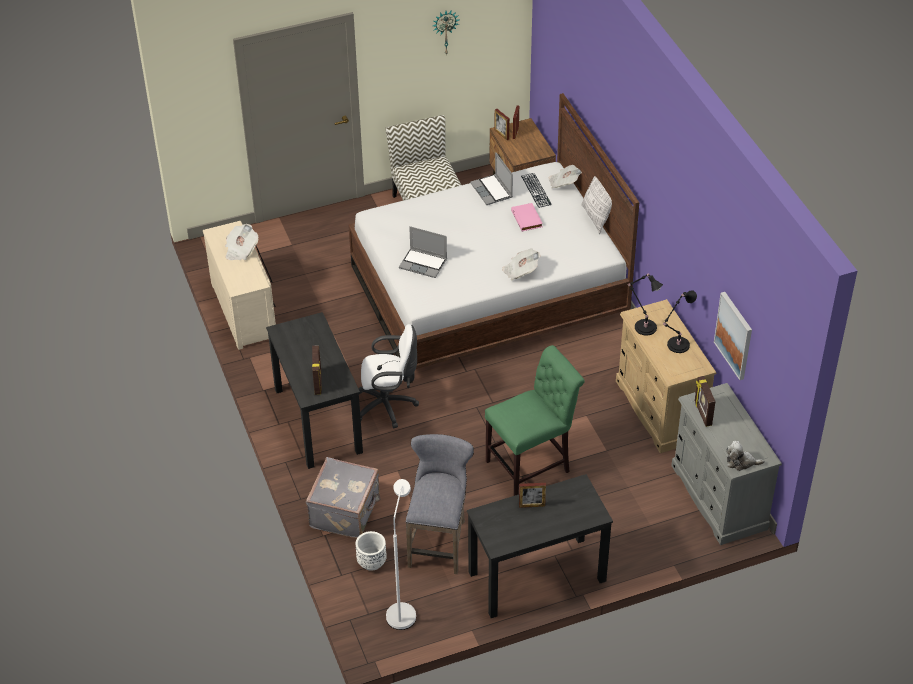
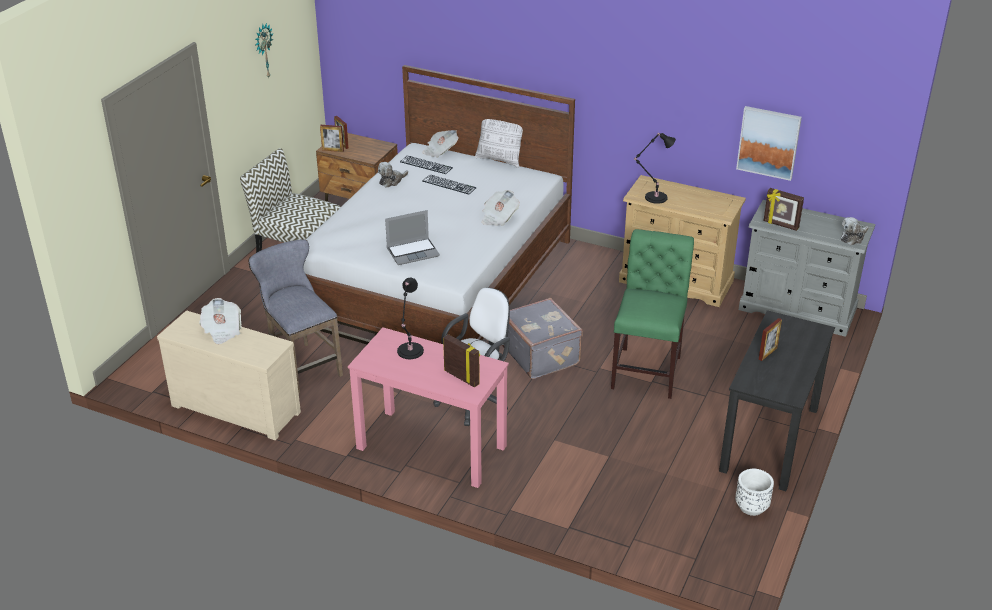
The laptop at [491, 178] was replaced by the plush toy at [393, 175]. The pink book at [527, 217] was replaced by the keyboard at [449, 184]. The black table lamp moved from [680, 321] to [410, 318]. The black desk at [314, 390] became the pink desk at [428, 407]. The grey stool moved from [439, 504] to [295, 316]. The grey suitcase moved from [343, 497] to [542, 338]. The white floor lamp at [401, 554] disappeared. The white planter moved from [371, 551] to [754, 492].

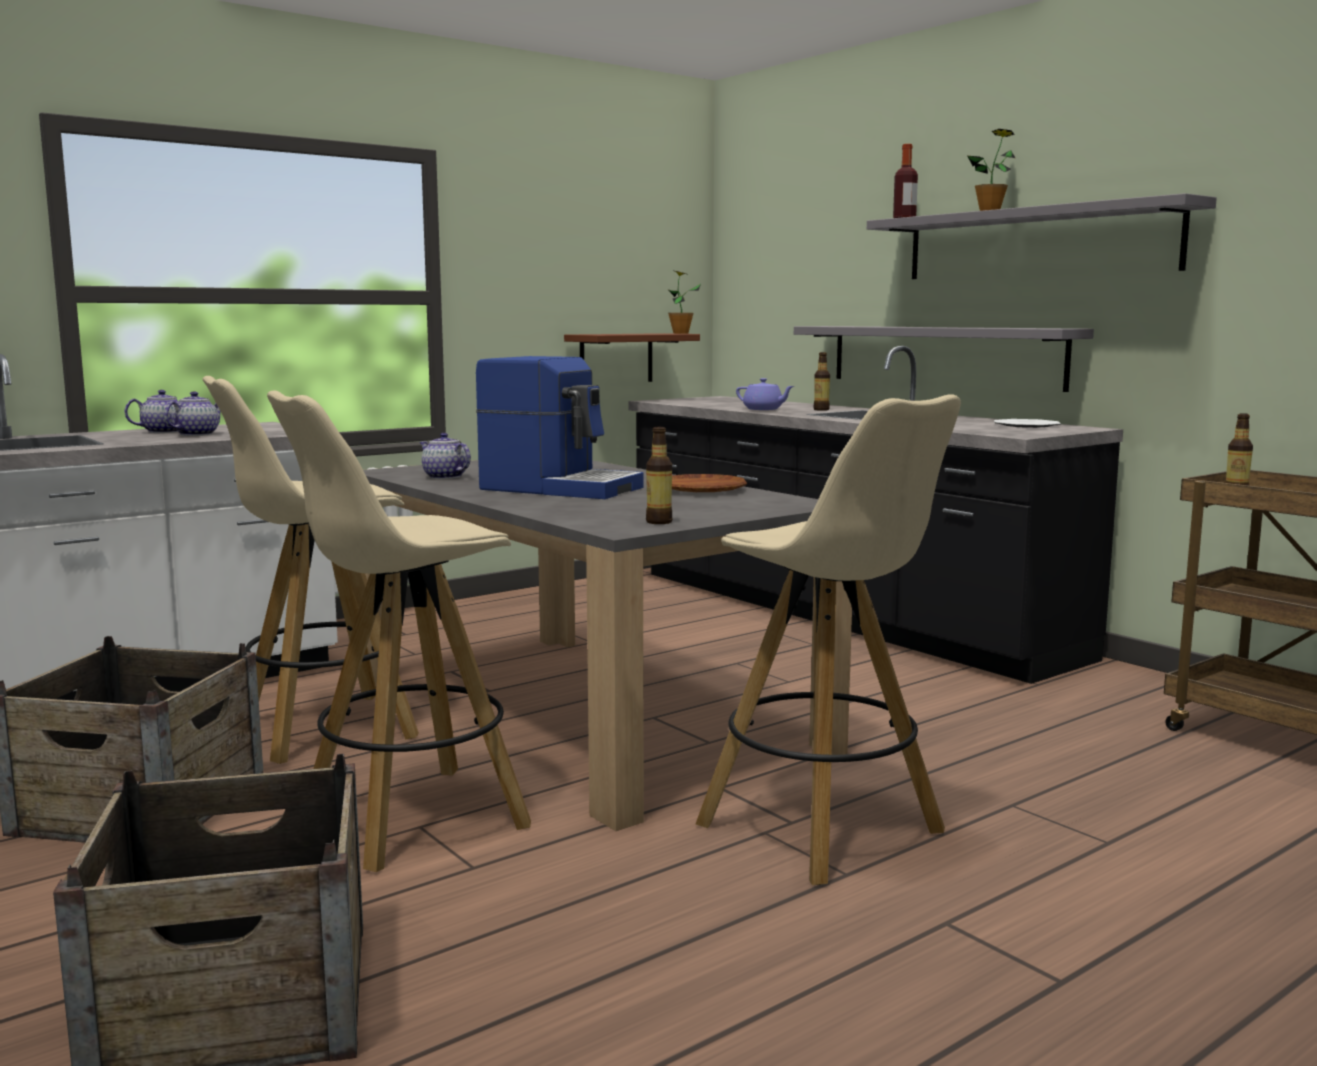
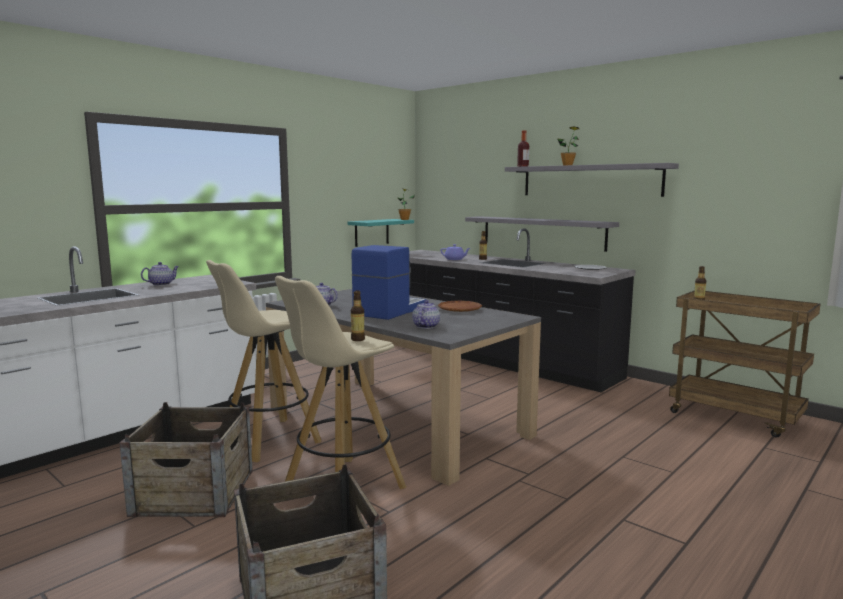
The brown shelf at [632, 357] became the turquoise shelf at [381, 233]. The coffee machine at [559, 427] turned 75 degrees counterclockwise. The teapot moved from [192, 413] to [426, 314]. The beige stool at [828, 639] disappeared. The bottle moved from [659, 475] to [358, 316].

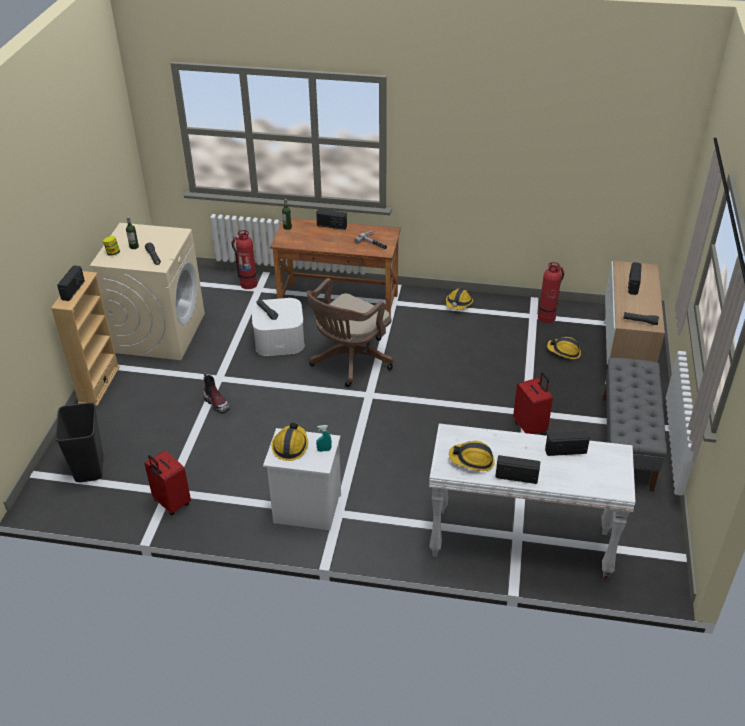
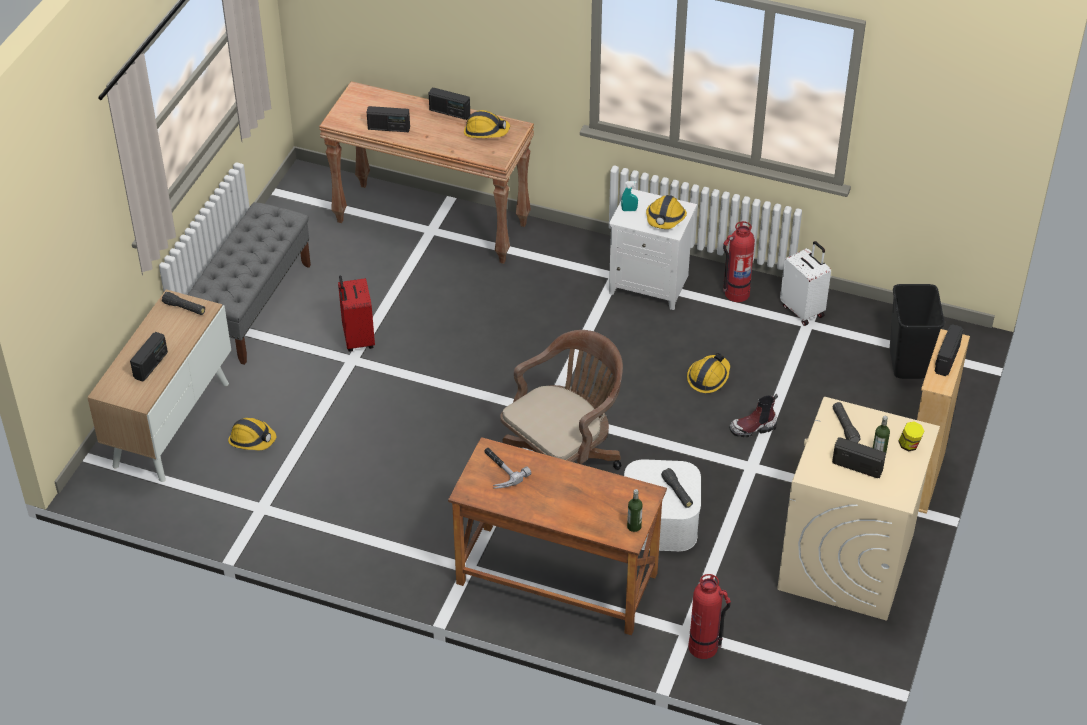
The radio moved from [331, 219] to [859, 457]. The fire extinguisher moved from [551, 292] to [739, 261]. The hard hat moved from [459, 299] to [708, 373]. The boot at [216, 393] turned 75 degrees counterclockwise. The white console table at [532, 501] became the brown console table at [426, 172]. The red suitcase at [167, 482] became the white suitcase at [805, 283].

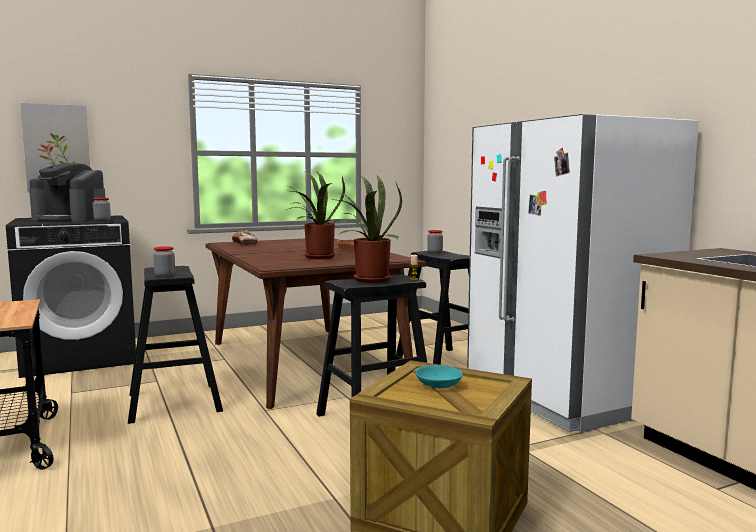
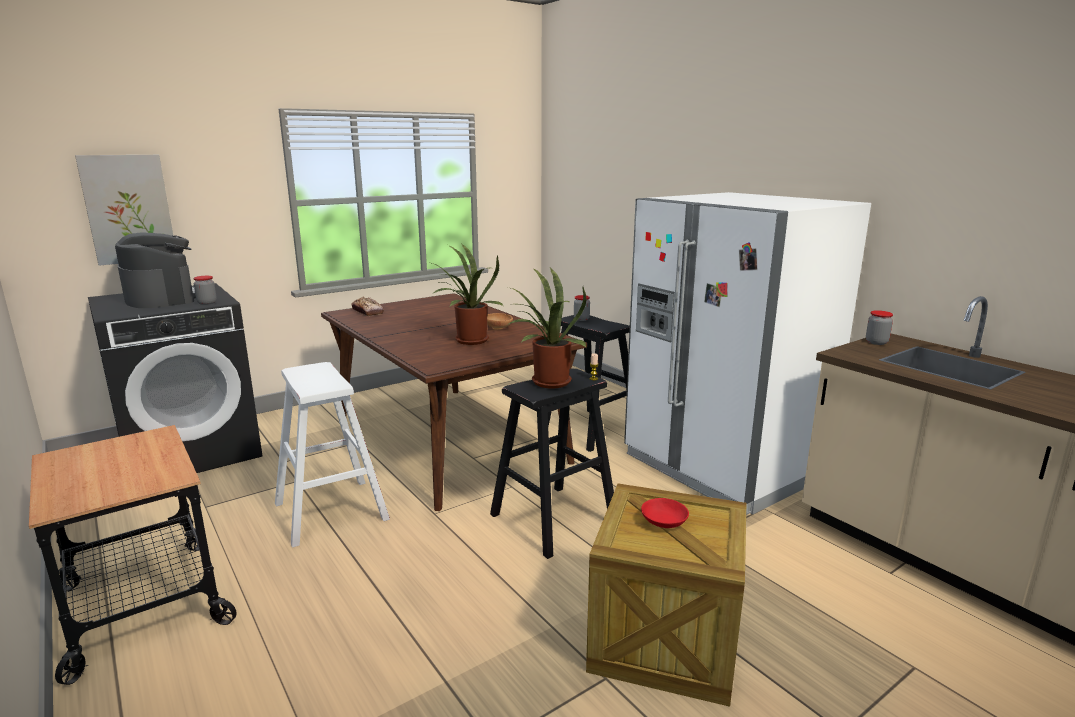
The coffee machine at [67, 192] turned 135 degrees counterclockwise. The jar moved from [164, 261] to [879, 327]. The black stool at [175, 345] became the white stool at [332, 455]. The turquoise bowl at [439, 376] became the red bowl at [665, 513].

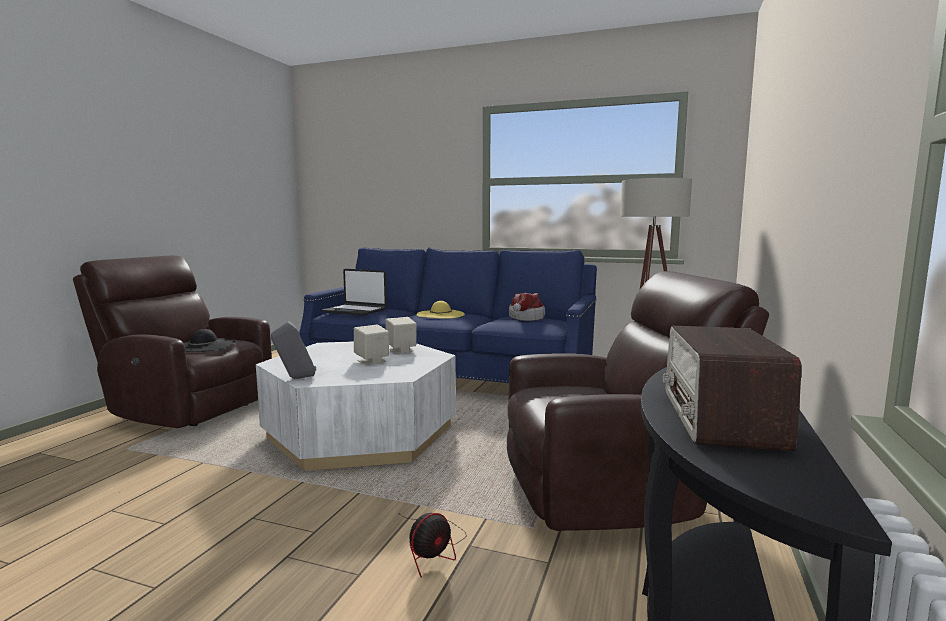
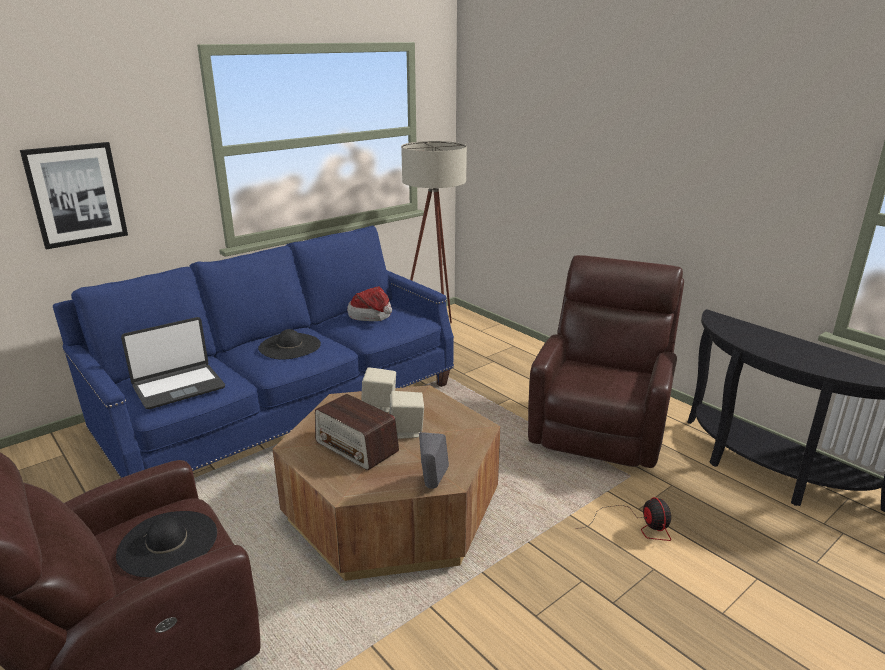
The yellow hat at [441, 310] became the black hat at [289, 344]. The radio moved from [732, 388] to [357, 432]. The white coffee table at [356, 406] became the brown coffee table at [386, 483]. The picture at [74, 195] appeared.

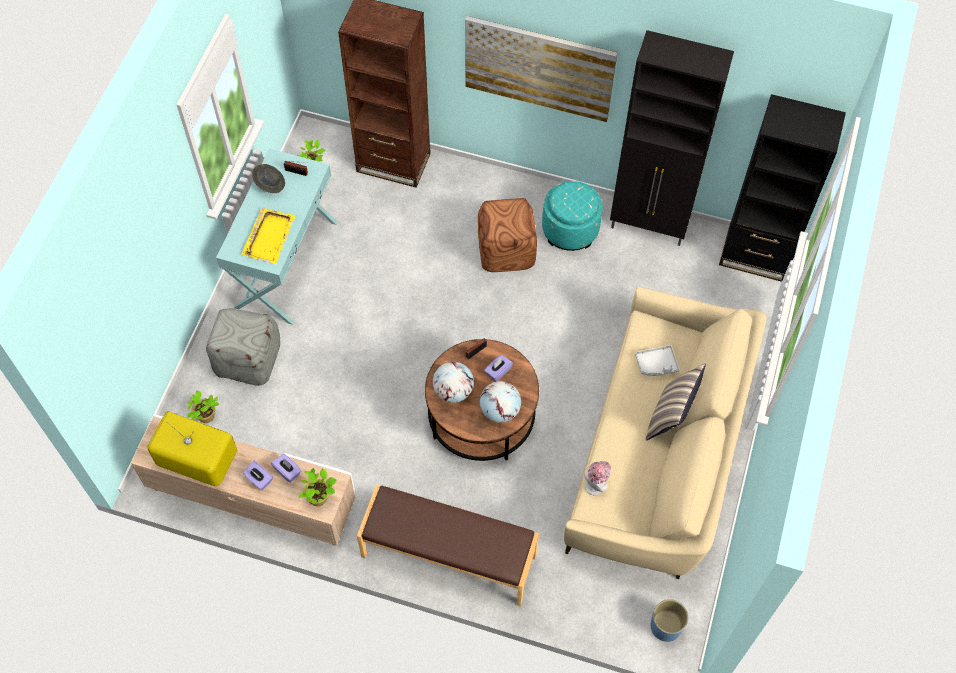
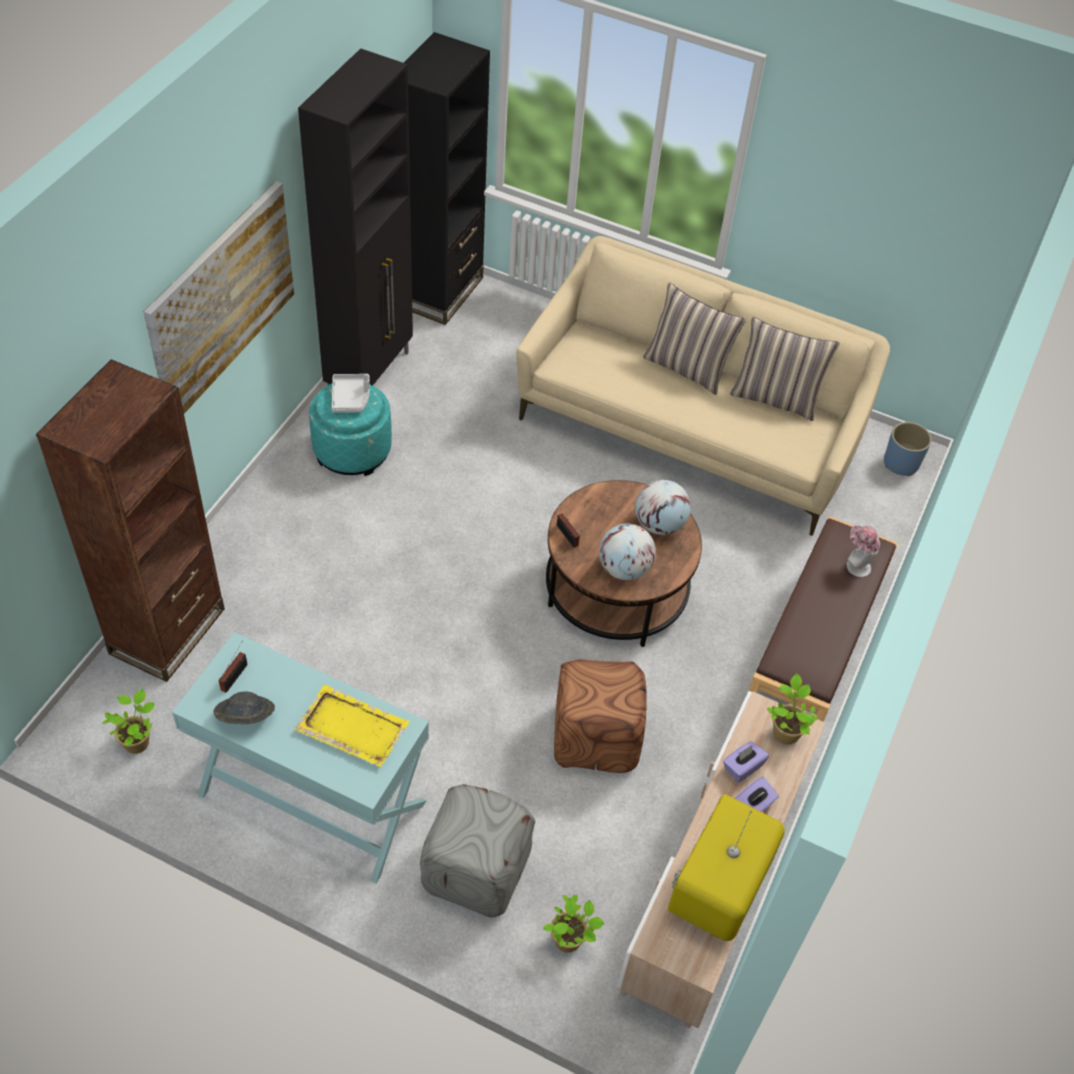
The brown ottoman moved from [507, 235] to [600, 716]. The grey tray moved from [657, 360] to [351, 393]. The purple tissue box at [498, 368] disappeared. The hat moved from [597, 478] to [863, 551]. The pillow at [785, 369] appeared.

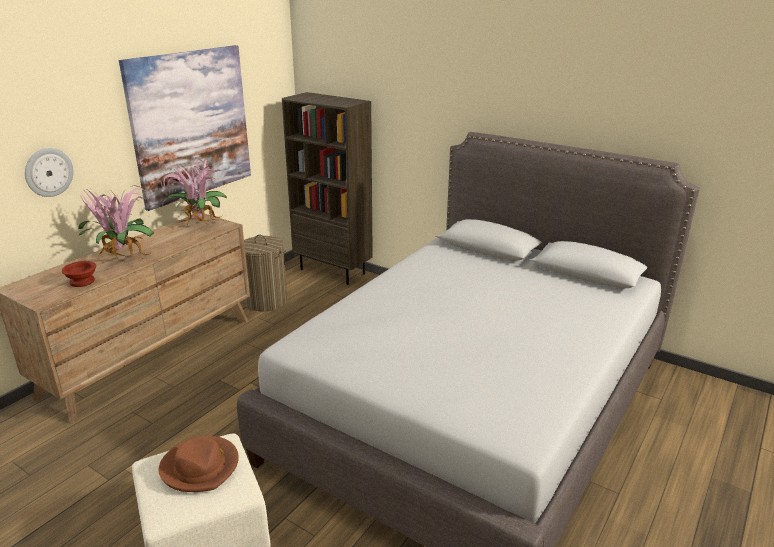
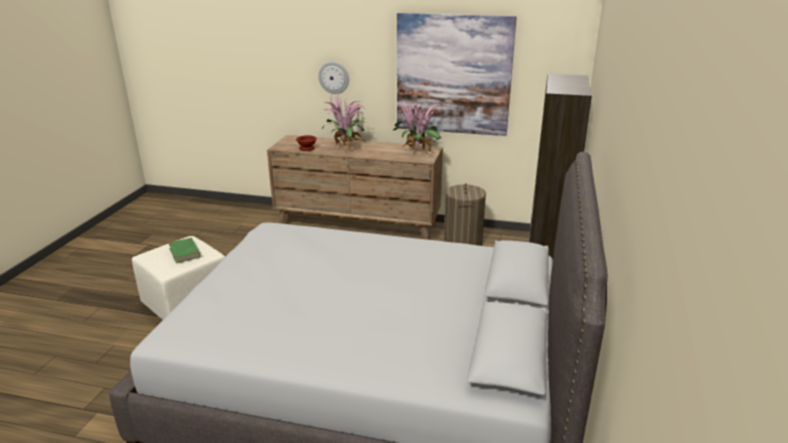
The brown hat at [199, 464] was replaced by the green book at [184, 250].

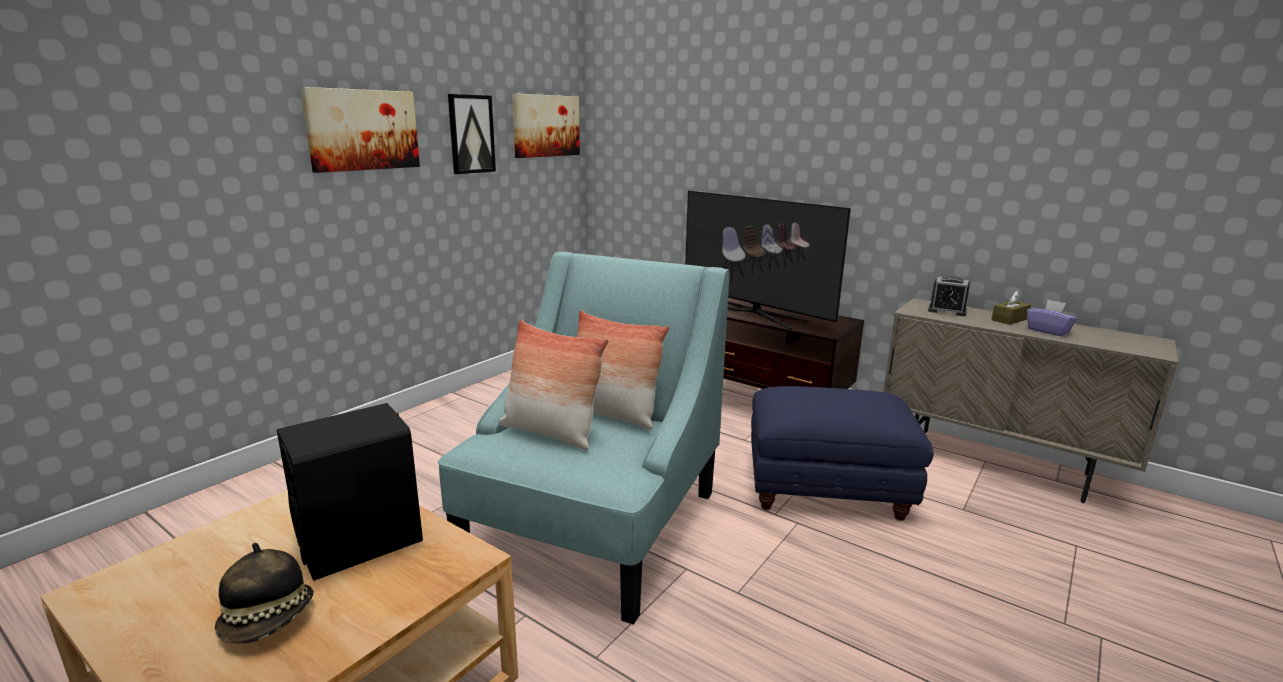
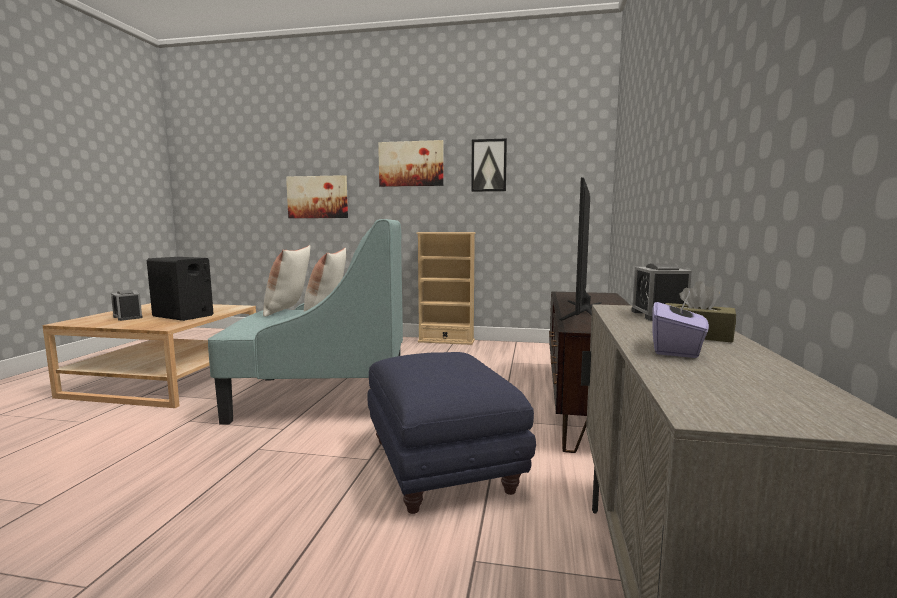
The picture moved from [546, 125] to [317, 196]. The hat at [264, 593] was replaced by the alarm clock at [127, 305]. The beige bookcase at [446, 288] appeared.

